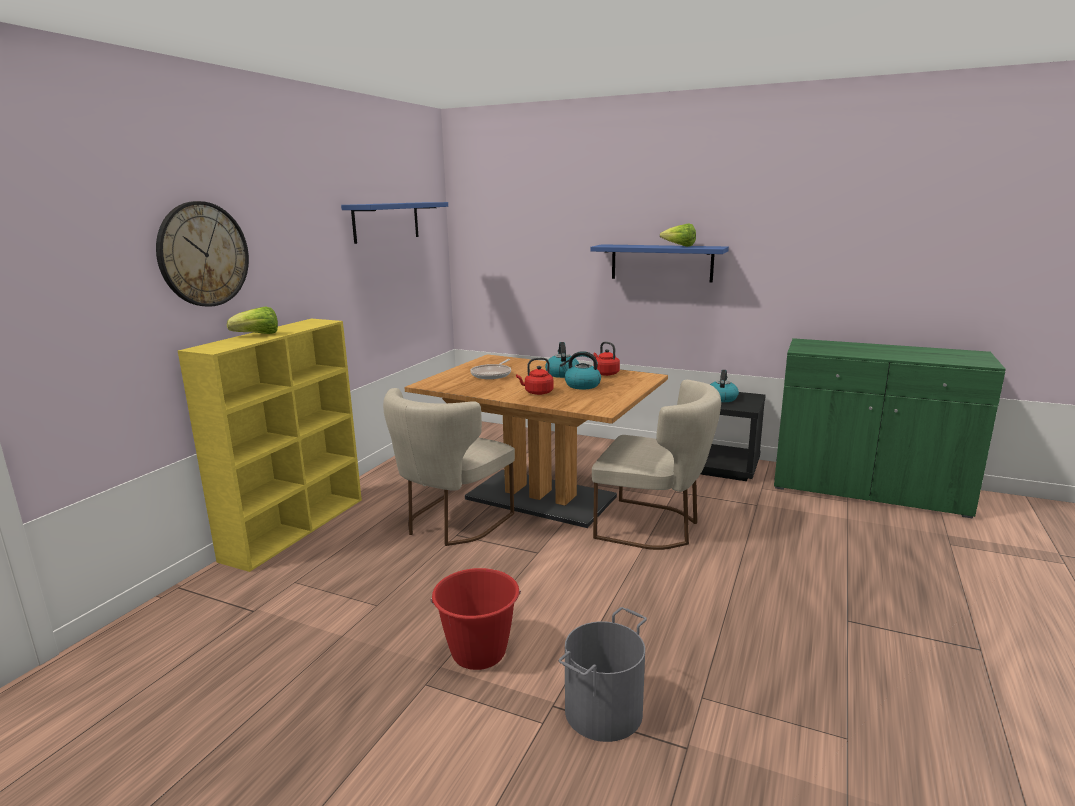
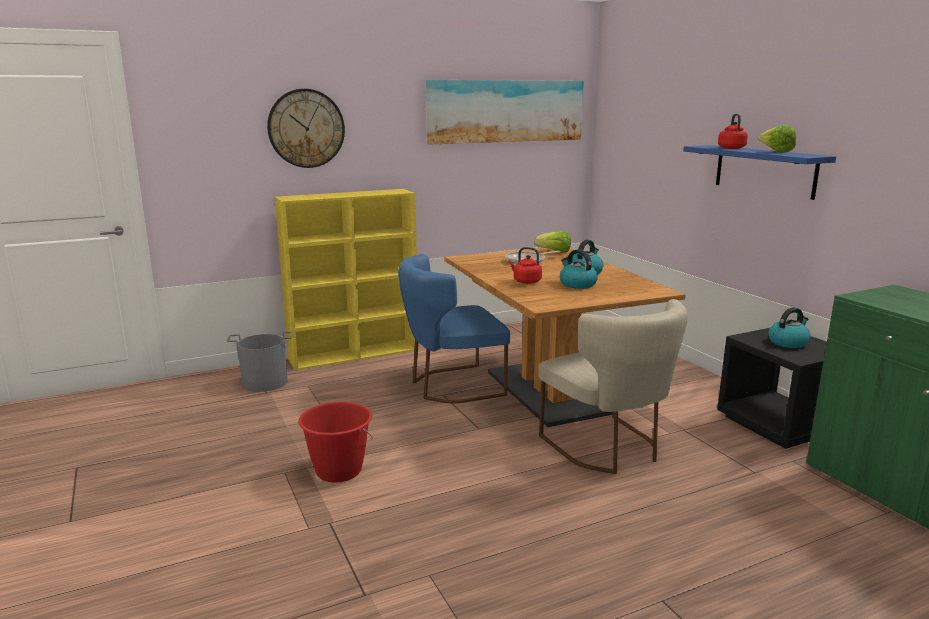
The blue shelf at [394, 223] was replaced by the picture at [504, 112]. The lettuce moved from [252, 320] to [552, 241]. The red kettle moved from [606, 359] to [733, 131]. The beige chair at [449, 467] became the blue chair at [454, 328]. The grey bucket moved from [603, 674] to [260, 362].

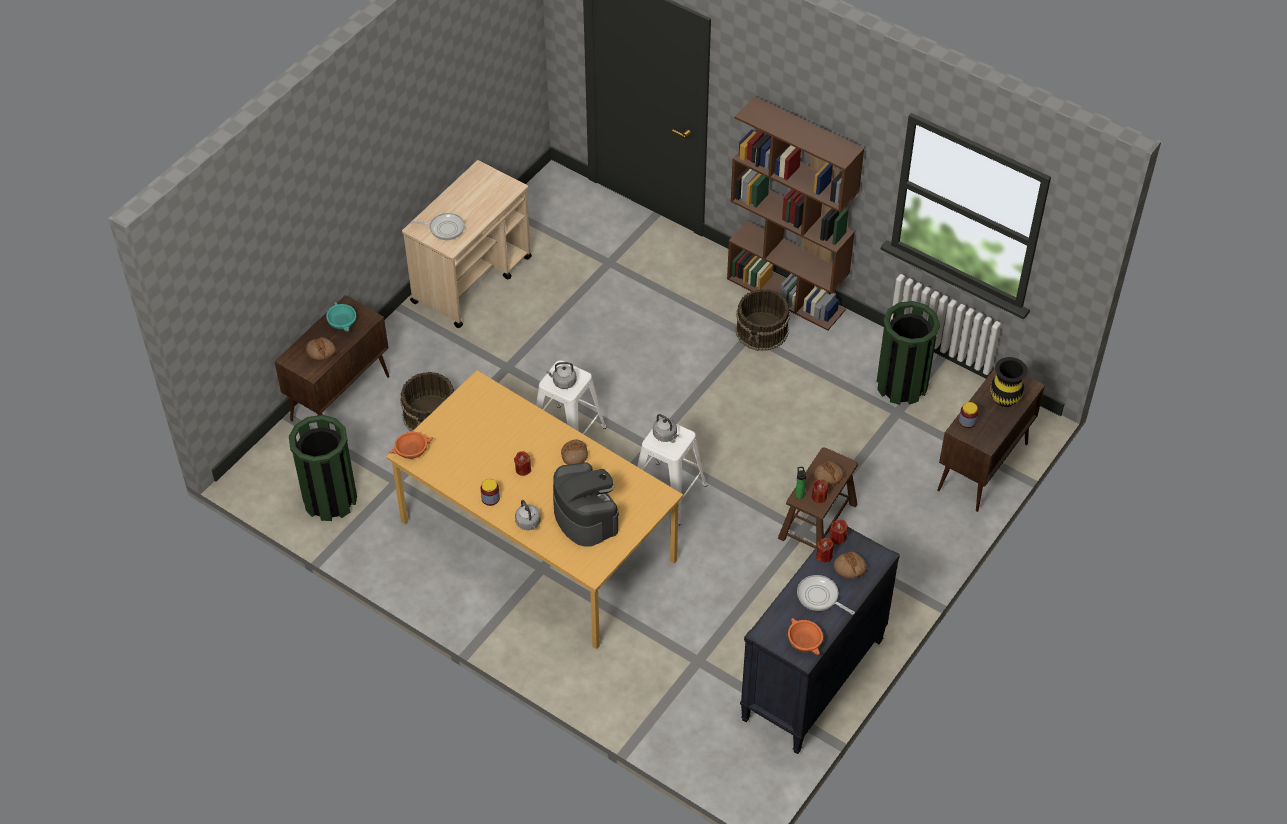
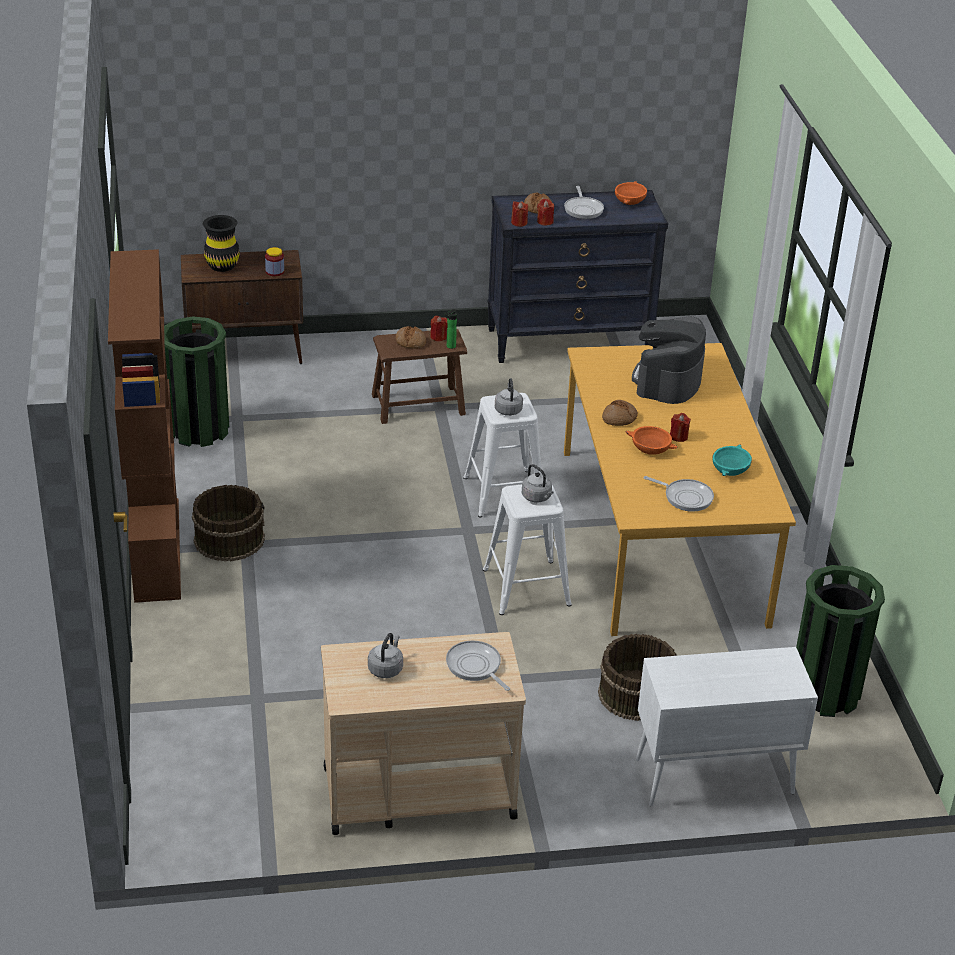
The brown cabinet at [332, 358] became the white cabinet at [727, 726]. The turquoise bowl moved from [341, 317] to [732, 460]. The bread at [321, 348] disappeared. The orange bowl moved from [411, 445] to [652, 440]. The jar at [490, 492] disappeared. The grey kettle moved from [527, 515] to [385, 655]. The frying pan at [679, 494] appeared.

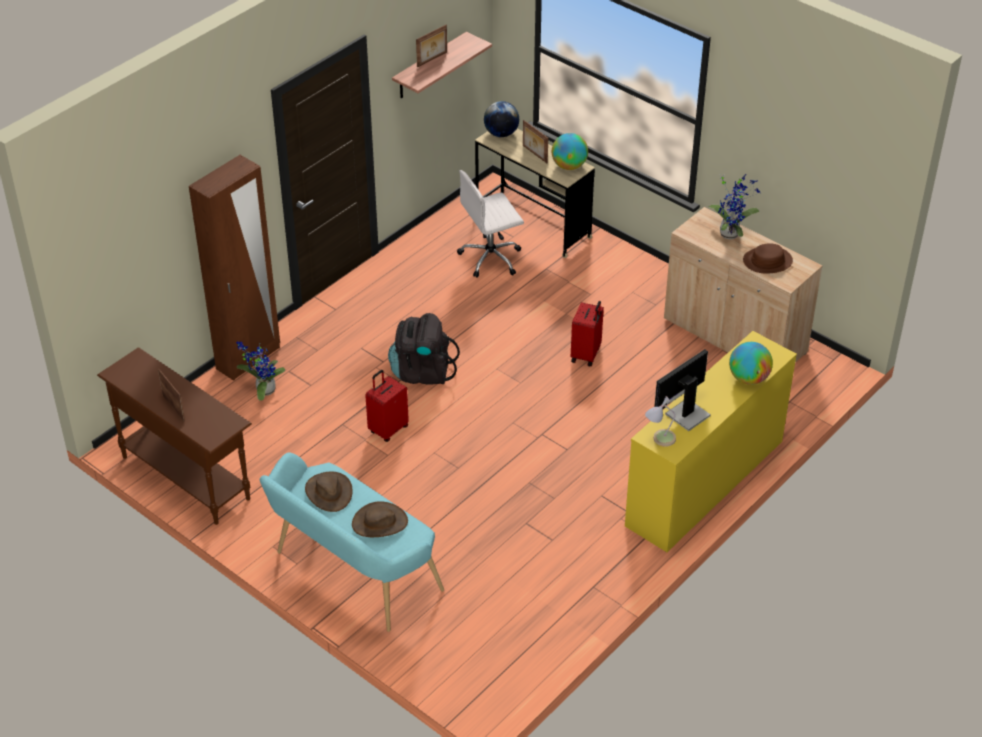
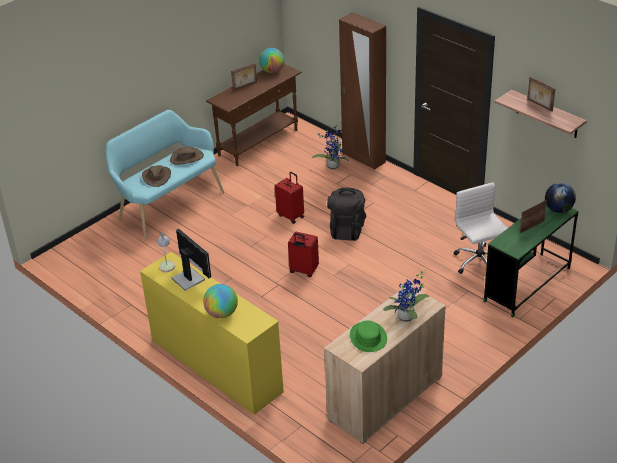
The beige desk at [535, 193] became the green desk at [530, 259]. The globe moved from [570, 151] to [271, 60]. The brown hat at [768, 258] became the green hat at [368, 336]. The red suitcase moved from [587, 334] to [303, 254].

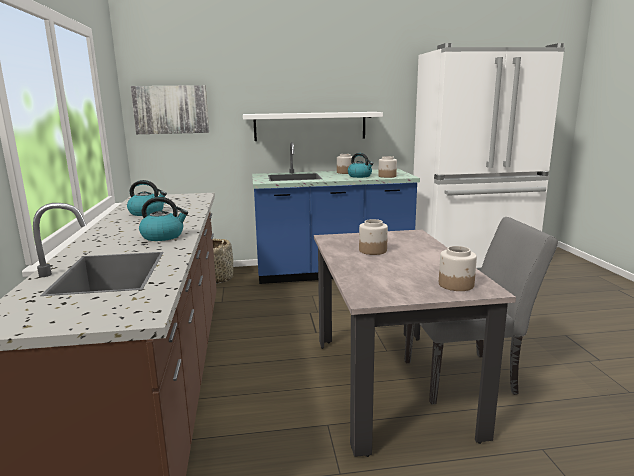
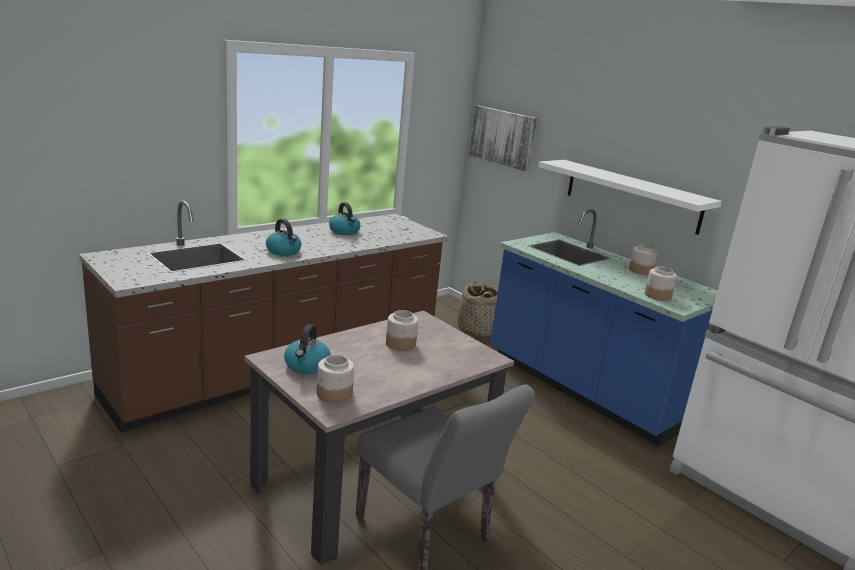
The kettle moved from [361, 165] to [307, 349].

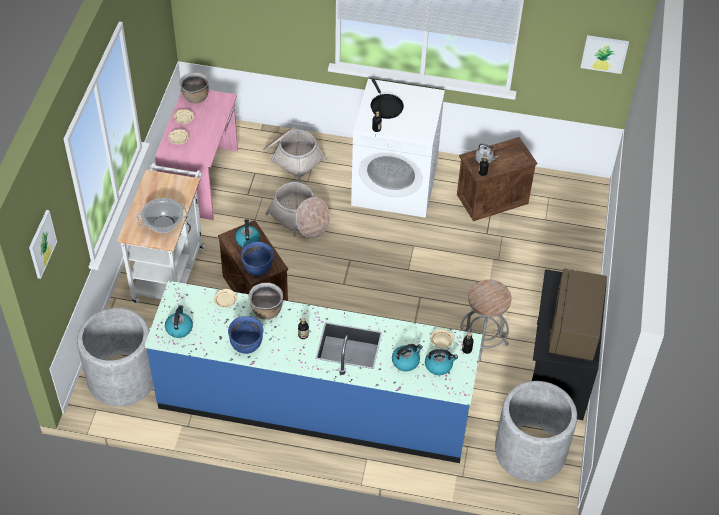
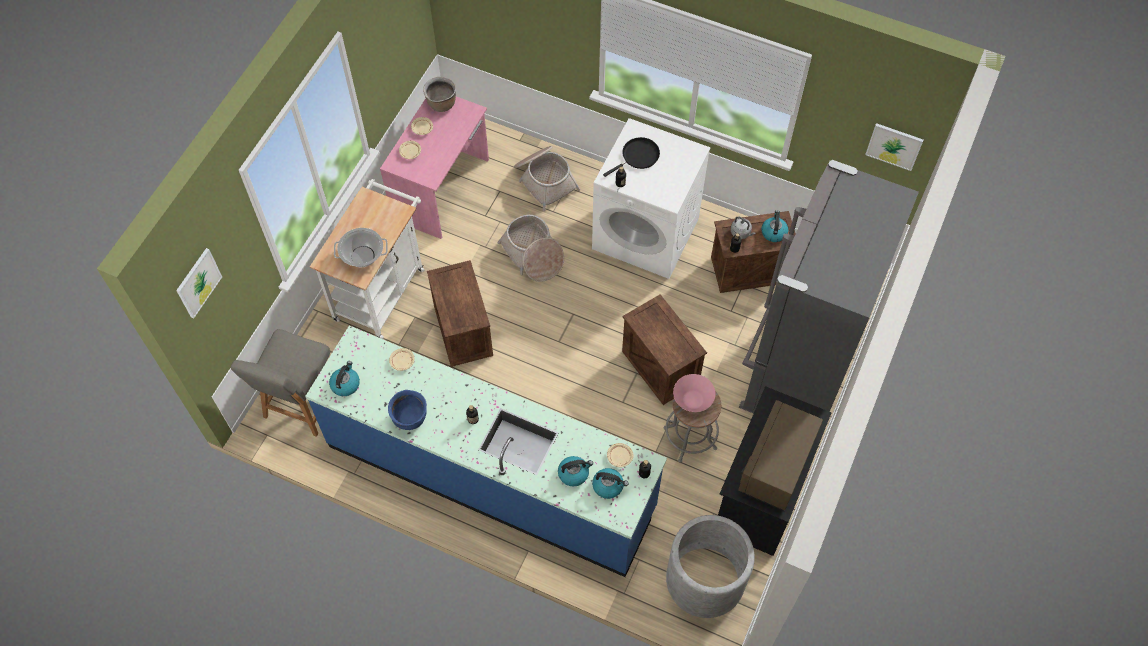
The black frying pan at [387, 99] turned 120 degrees counterclockwise. The kettle moved from [247, 233] to [774, 226]. The blue cooking pot at [257, 259] disappeared. The brown cooking pot at [266, 301] disappeared. The grey planter at [115, 357] was replaced by the grey chair at [280, 383]. The grey fridge at [829, 287] appeared. The crate at [664, 349] appeared. The pink bowl at [694, 393] appeared.

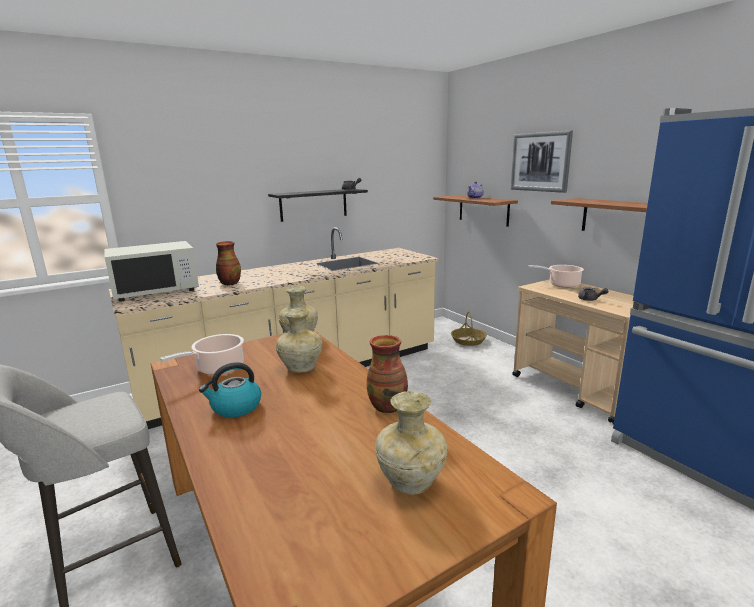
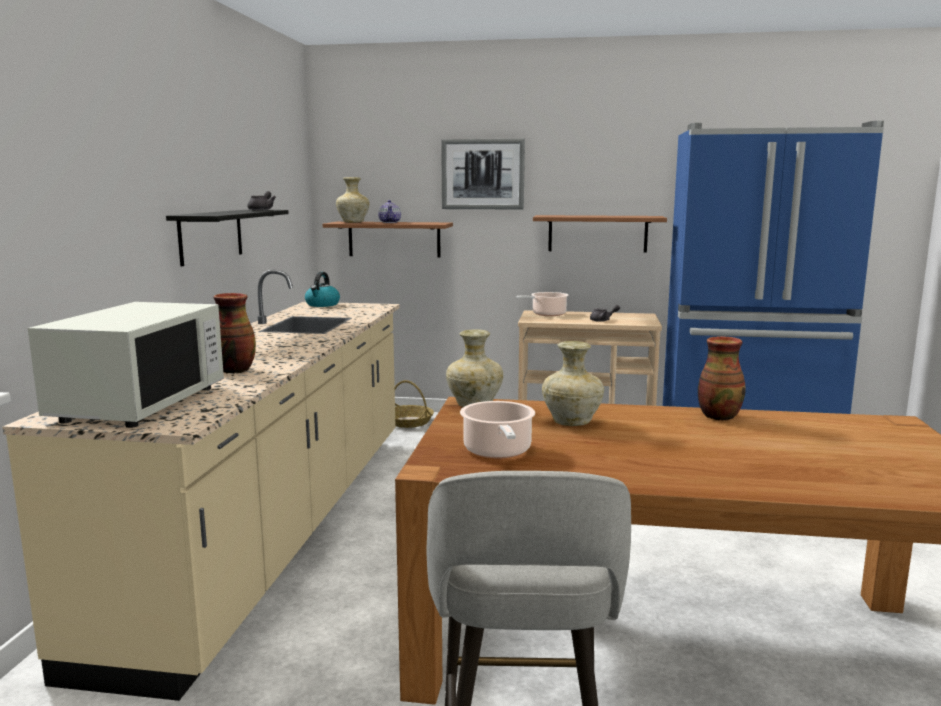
The kettle moved from [230, 390] to [322, 289]. The beige vase moved from [411, 443] to [353, 199].

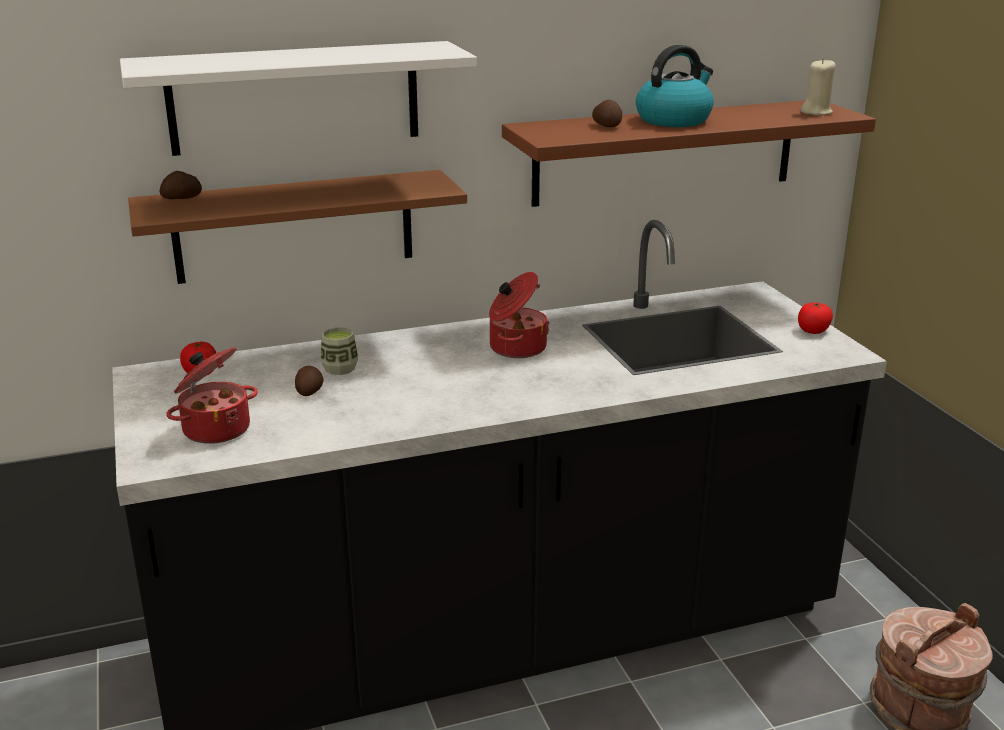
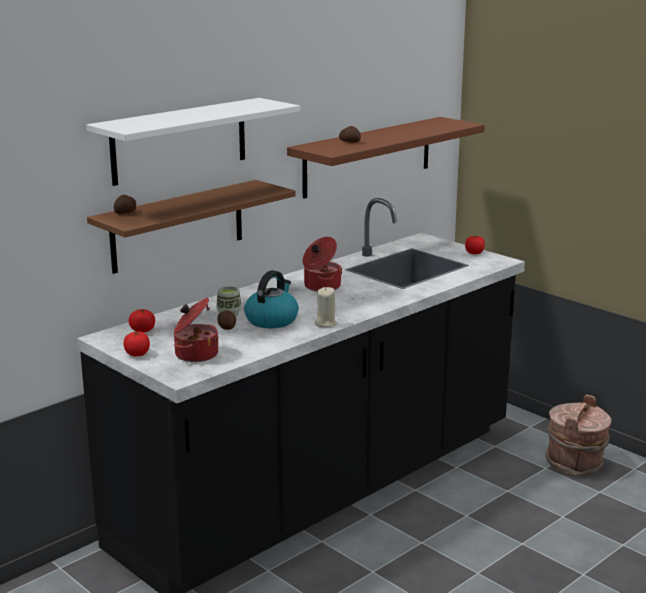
The kettle moved from [675, 86] to [271, 299]. The beige candle moved from [818, 86] to [326, 307]. The tomato at [137, 343] appeared.

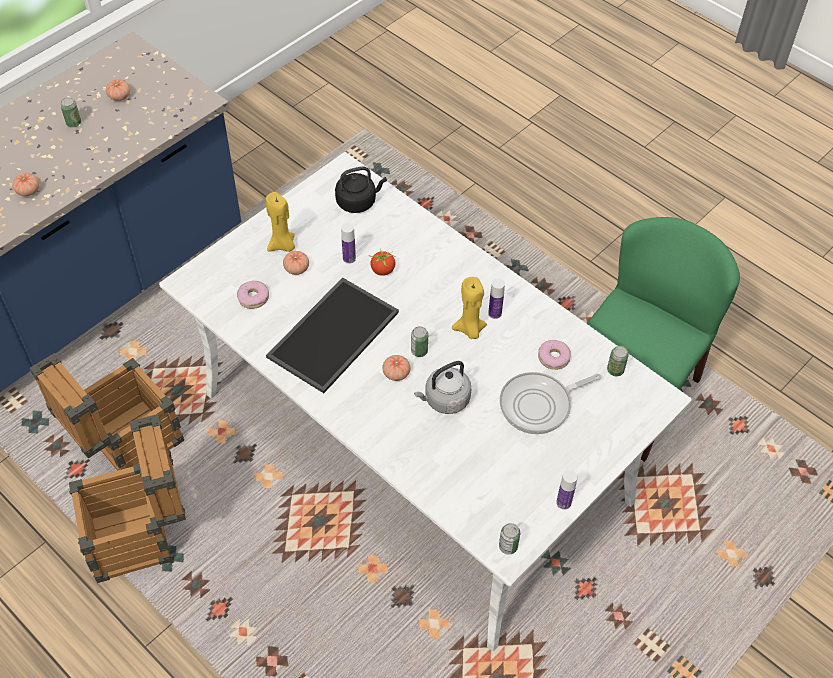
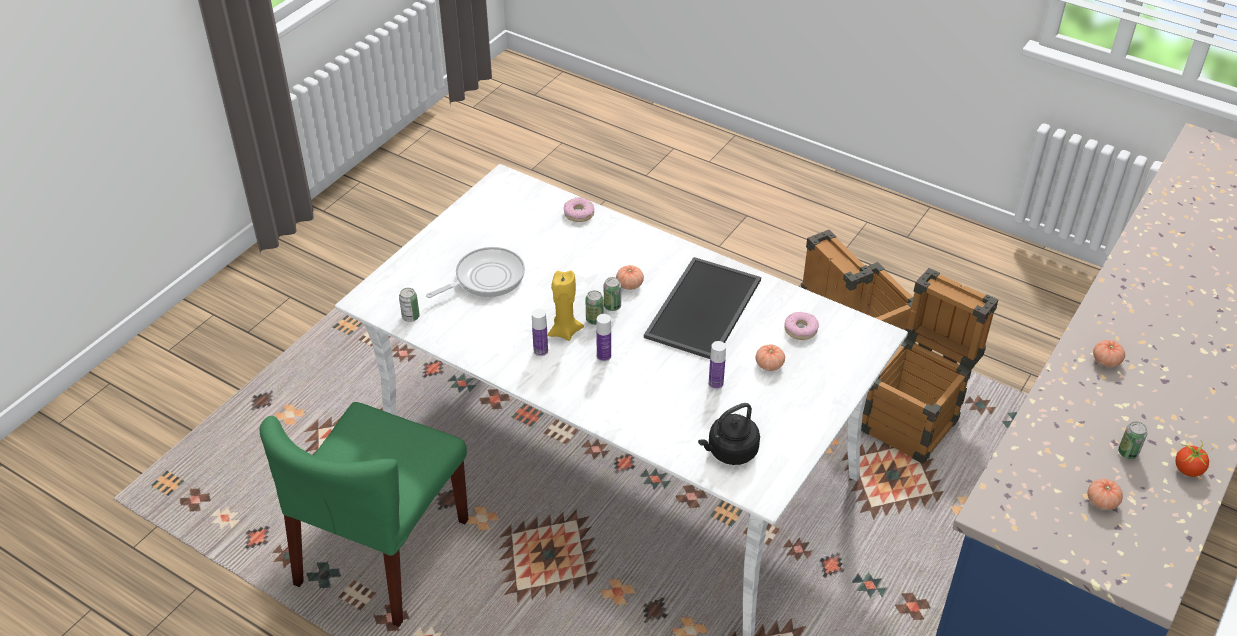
The yellow candle at [280, 222] disappeared. The tomato moved from [383, 262] to [1193, 458]. The donut moved from [554, 355] to [579, 209]. The grey kettle at [442, 387] disappeared. The bottle moved from [567, 490] to [603, 338]. The can moved from [509, 539] to [594, 308].

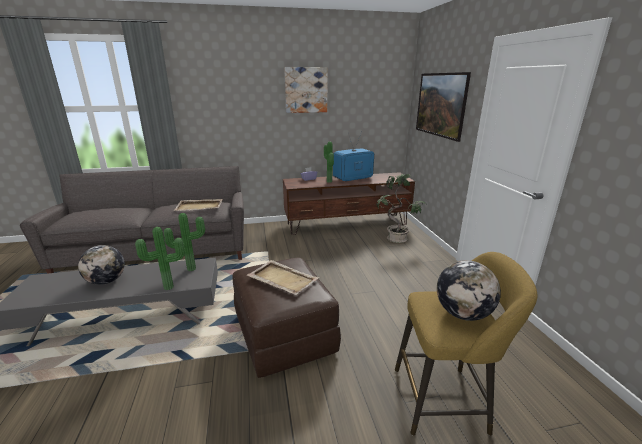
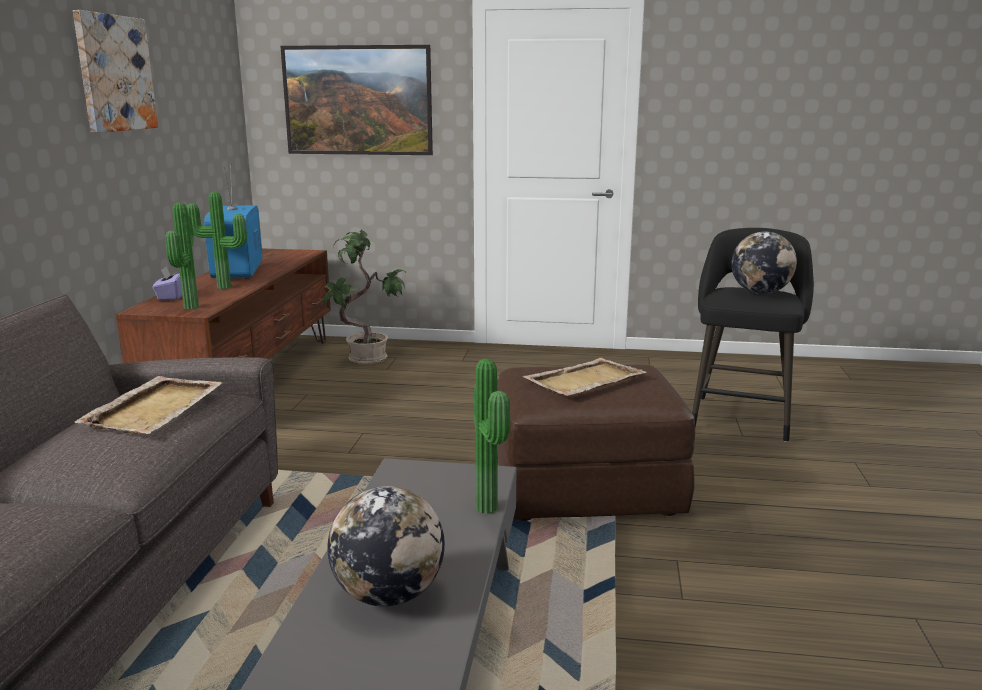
The potted plant moved from [184, 242] to [182, 255]. The yellow stool at [466, 344] became the black stool at [753, 335].

